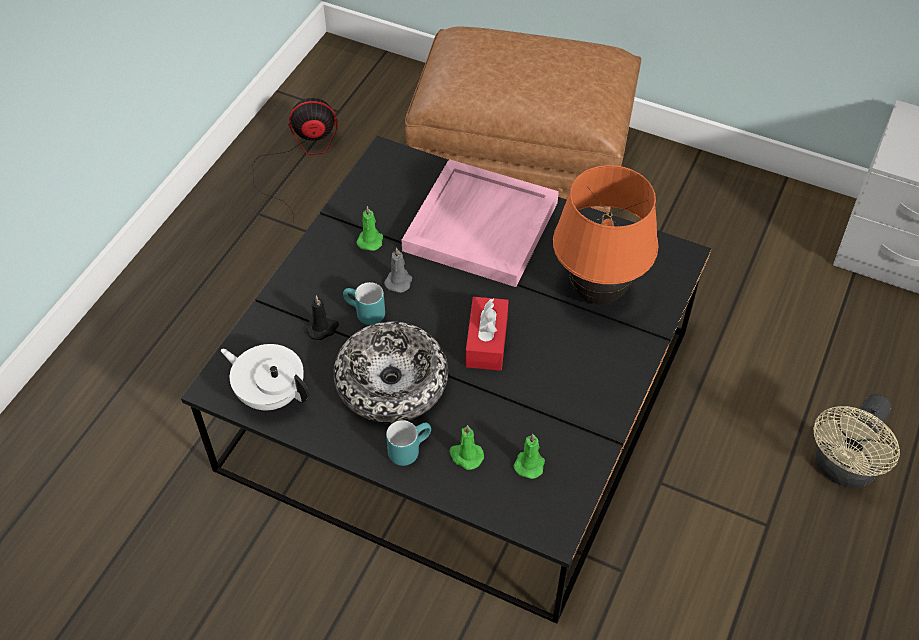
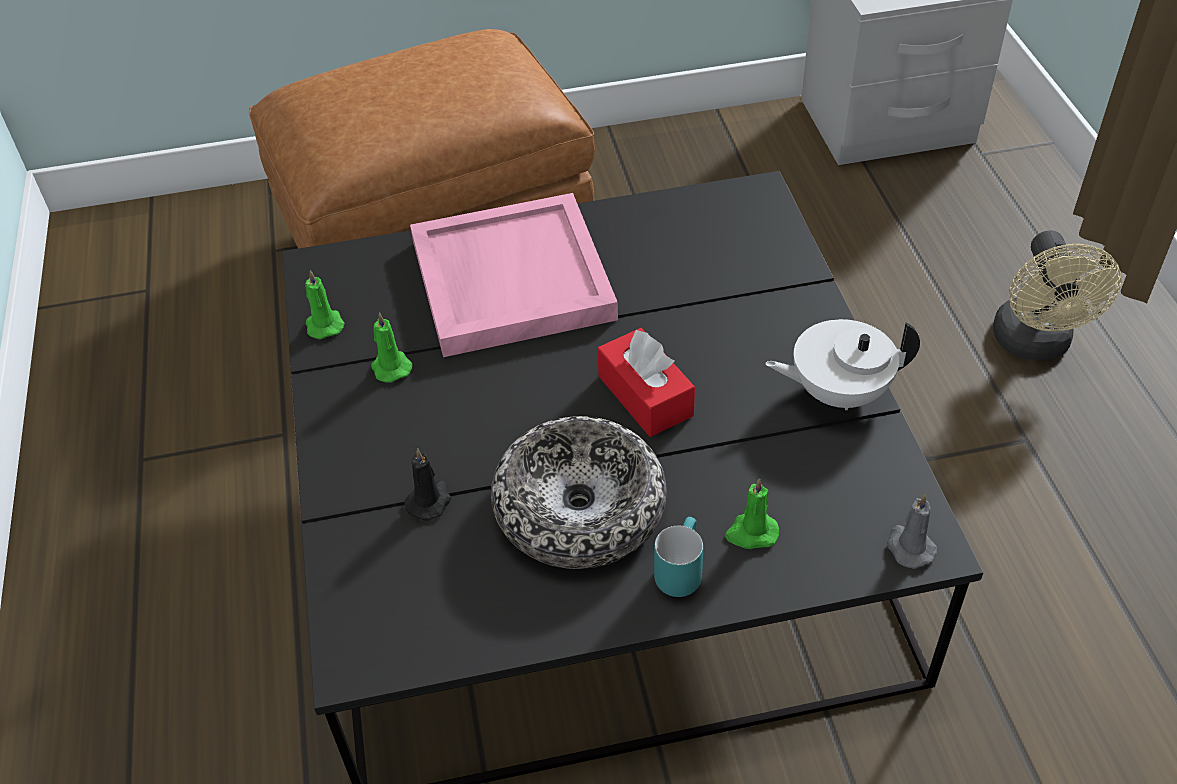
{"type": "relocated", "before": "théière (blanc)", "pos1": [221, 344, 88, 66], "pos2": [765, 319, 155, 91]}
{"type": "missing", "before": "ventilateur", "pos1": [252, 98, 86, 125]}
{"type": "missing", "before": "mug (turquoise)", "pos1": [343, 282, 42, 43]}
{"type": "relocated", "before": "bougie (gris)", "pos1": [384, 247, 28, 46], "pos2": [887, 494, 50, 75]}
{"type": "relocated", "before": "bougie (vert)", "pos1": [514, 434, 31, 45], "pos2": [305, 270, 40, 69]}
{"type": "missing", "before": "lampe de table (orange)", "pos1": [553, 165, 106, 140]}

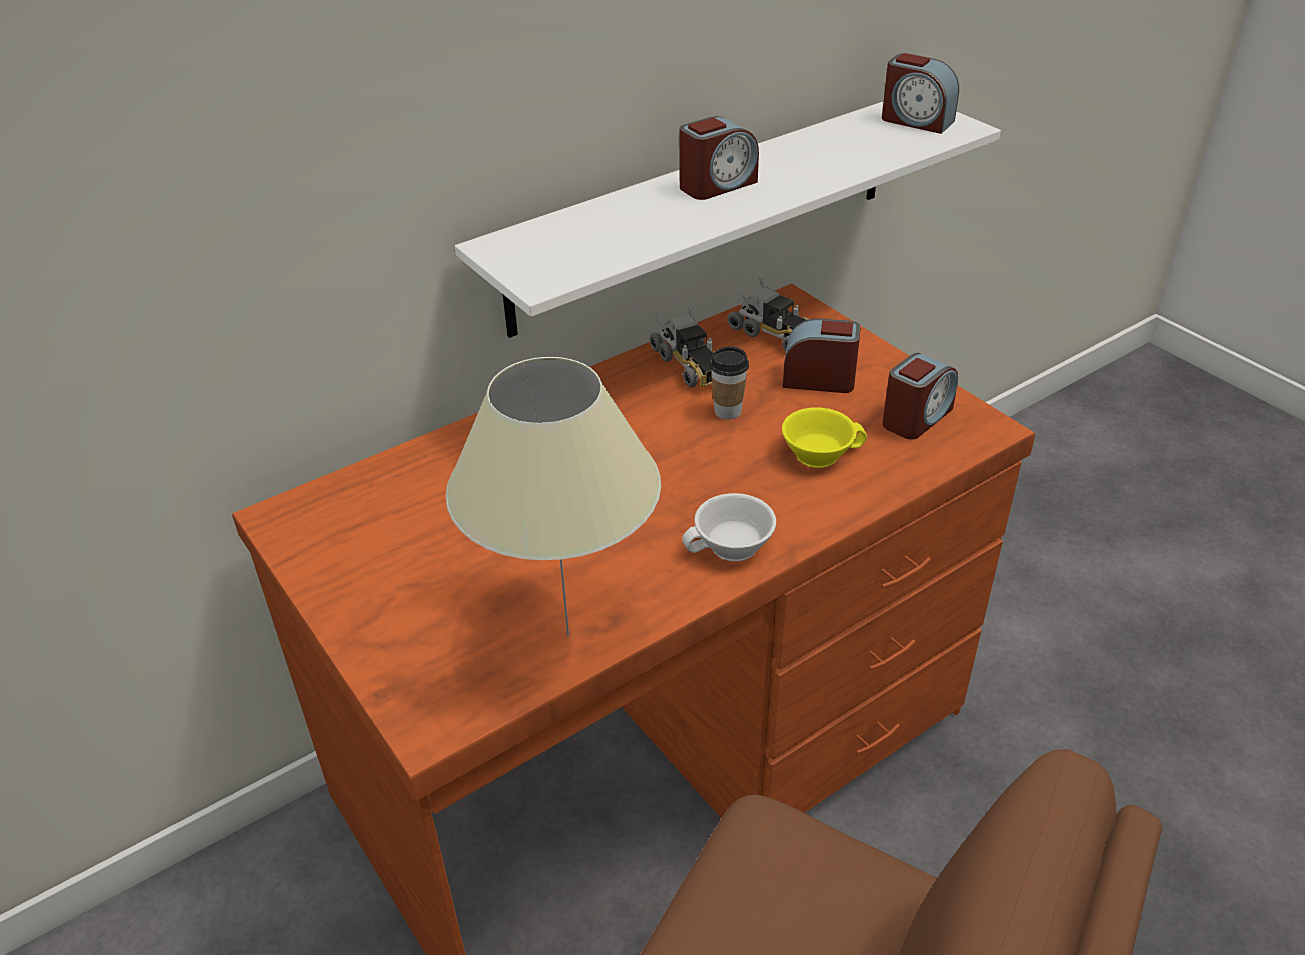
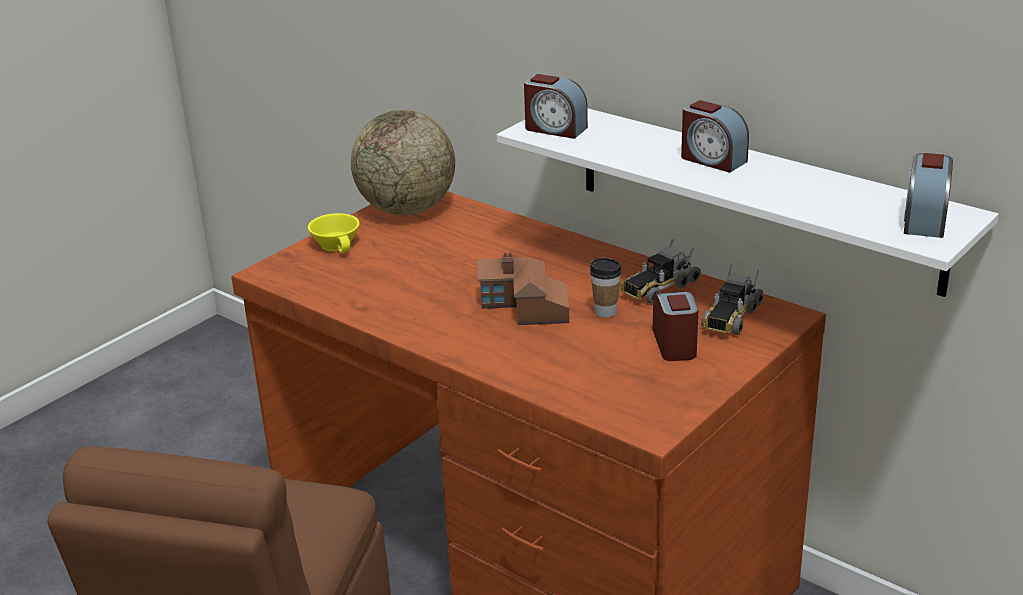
{"type": "missing", "before": "lampe de table (beige)", "pos1": [445, 357, 216, 280]}
{"type": "missing", "before": "tasse (blanc)", "pos1": [682, 493, 94, 69]}
{"type": "relocated", "before": "tasse (jaune)", "pos1": [782, 407, 85, 61], "pos2": [308, 213, 52, 40]}
{"type": "relocated", "before": "réveil", "pos1": [882, 353, 76, 87], "pos2": [524, 74, 64, 65]}
{"type": "appeared", "after": "globe", "pos2": [351, 110, 104, 105]}
{"type": "appeared", "after": "maison miniature", "pos2": [477, 253, 92, 72]}

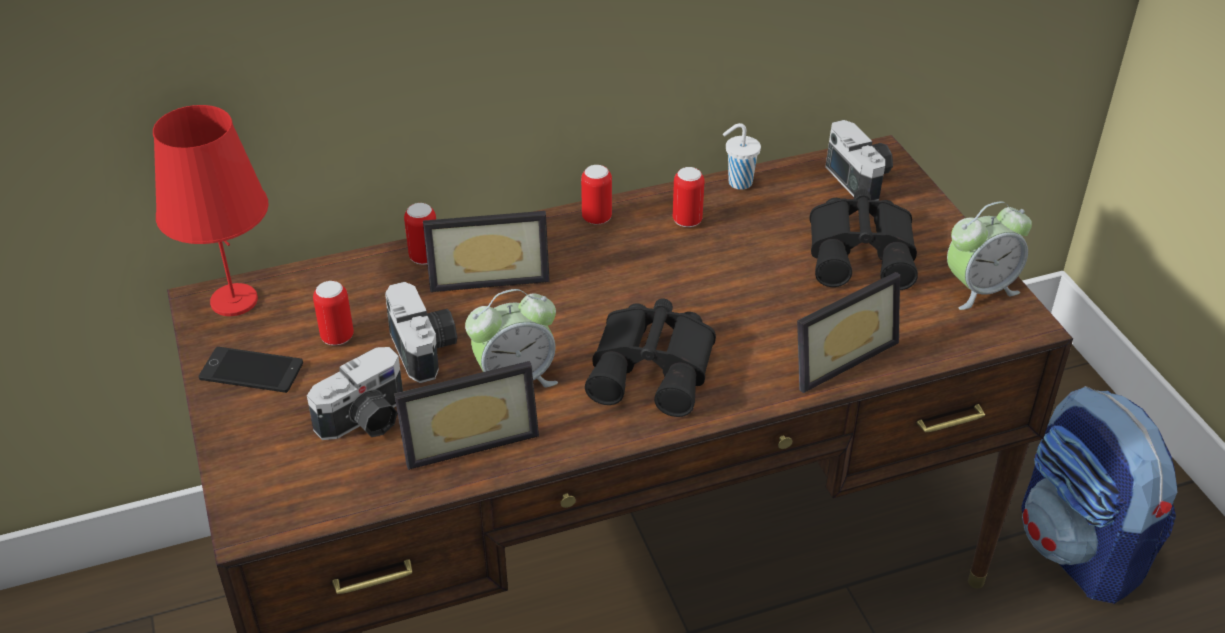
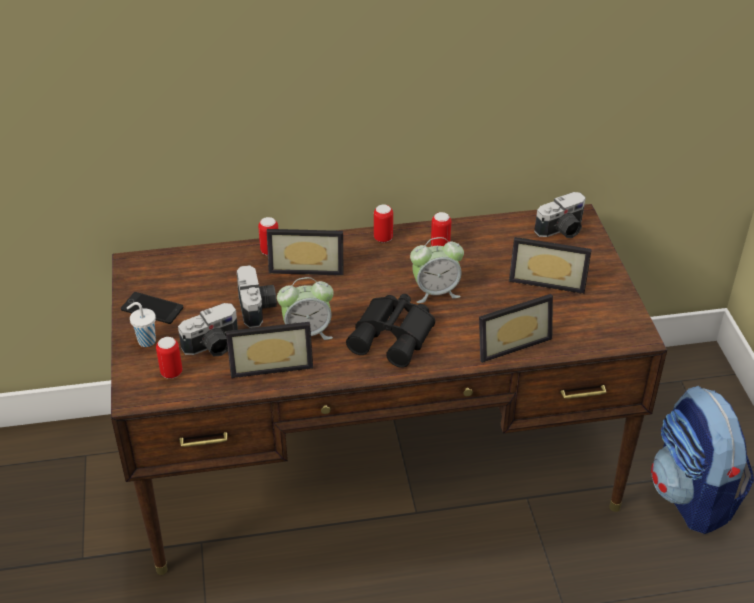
{"type": "missing", "before": "lampe de table (rouge)", "pos1": [153, 105, 116, 211]}
{"type": "relocated", "before": "boîte métallique", "pos1": [313, 281, 41, 64], "pos2": [156, 337, 26, 42]}
{"type": "relocated", "before": "tasse (blanc)", "pos1": [723, 123, 38, 67], "pos2": [127, 302, 29, 45]}
{"type": "exchanged", "before": "jumelles (noir)", "after": "cadre photo", "pos1": [810, 189, 108, 101], "pos2": [509, 237, 83, 57]}
{"type": "spun", "before": "appareil photo", "pos1": [825, 120, 68, 81], "pos2": [534, 192, 52, 46], "turn": 75}
{"type": "relocated", "before": "réveil", "pos1": [947, 201, 85, 109], "pos2": [410, 237, 54, 66]}

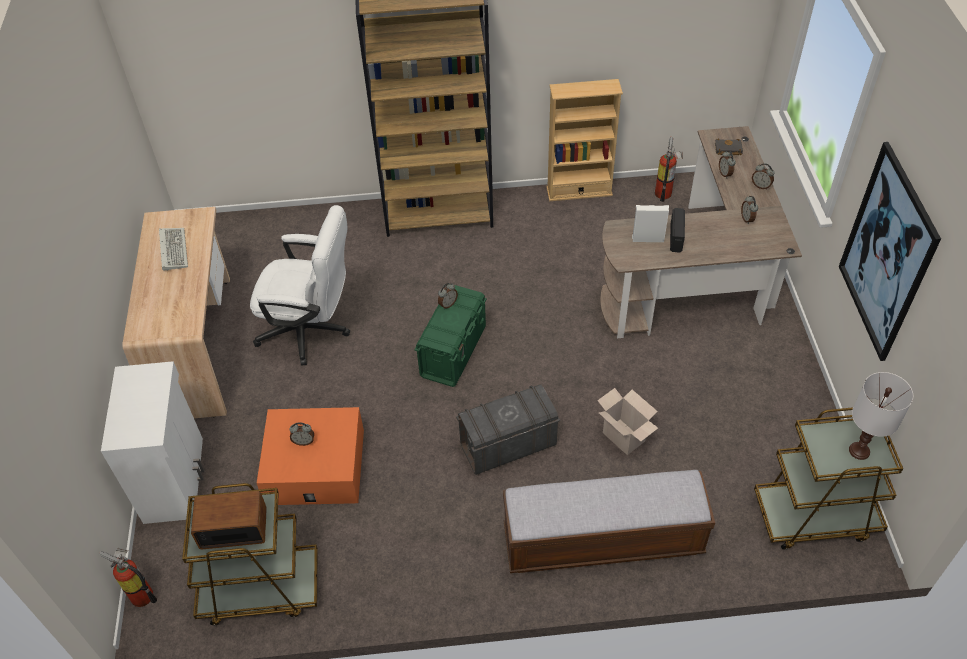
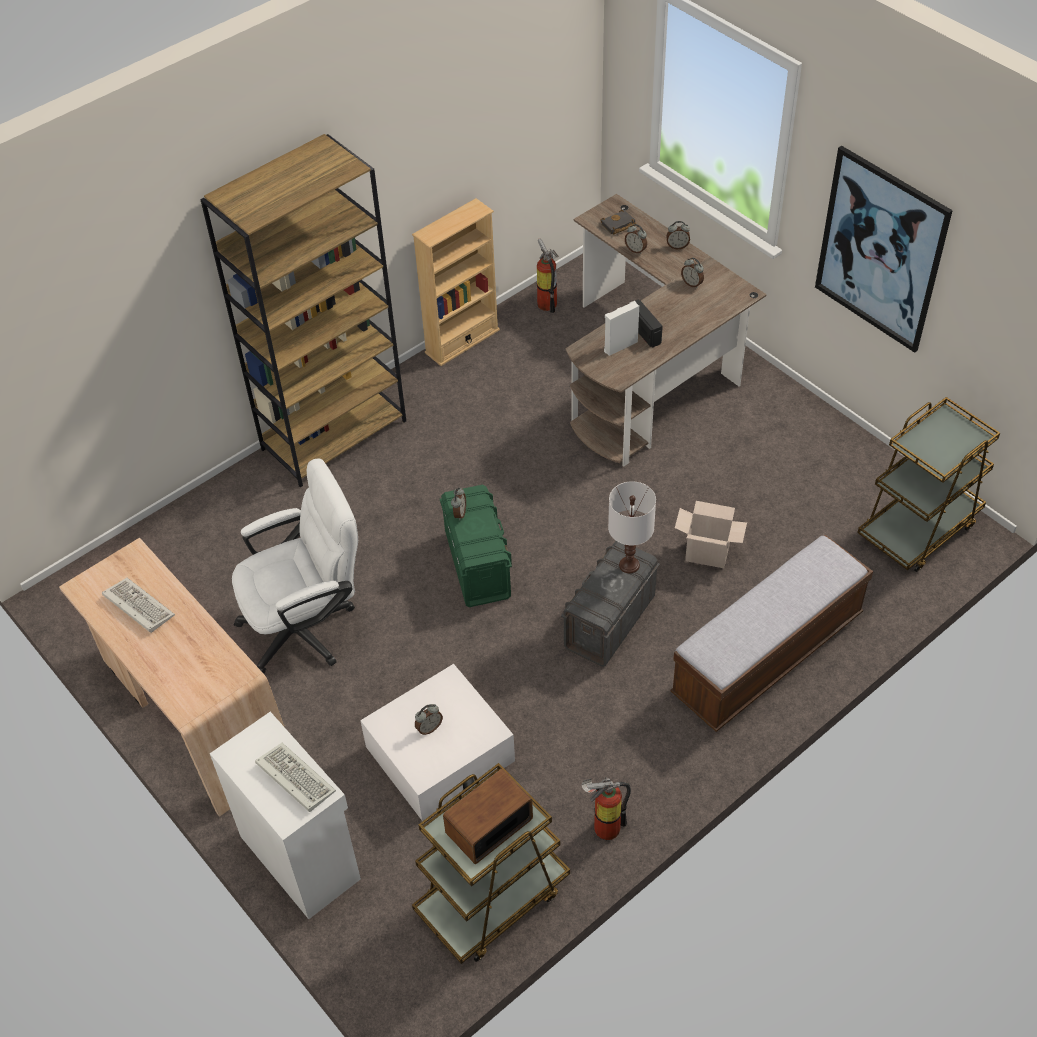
{"type": "relocated", "before": "extincteur", "pos1": [99, 548, 58, 59], "pos2": [582, 777, 49, 63]}
{"type": "colour", "before": "boîte de rangement (orange)", "after": "boîte de rangement (blanc)", "pos1": [257, 407, 107, 98], "pos2": [360, 664, 155, 157]}
{"type": "relocated", "before": "lampe de table (blanc)", "pos1": [849, 372, 64, 88], "pos2": [608, 481, 48, 92]}
{"type": "appeared", "after": "clavier", "pos2": [255, 743, 81, 69]}

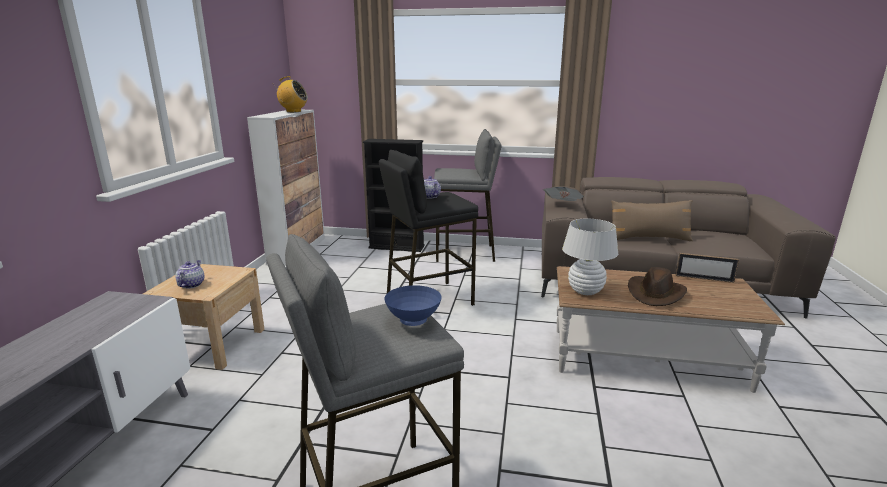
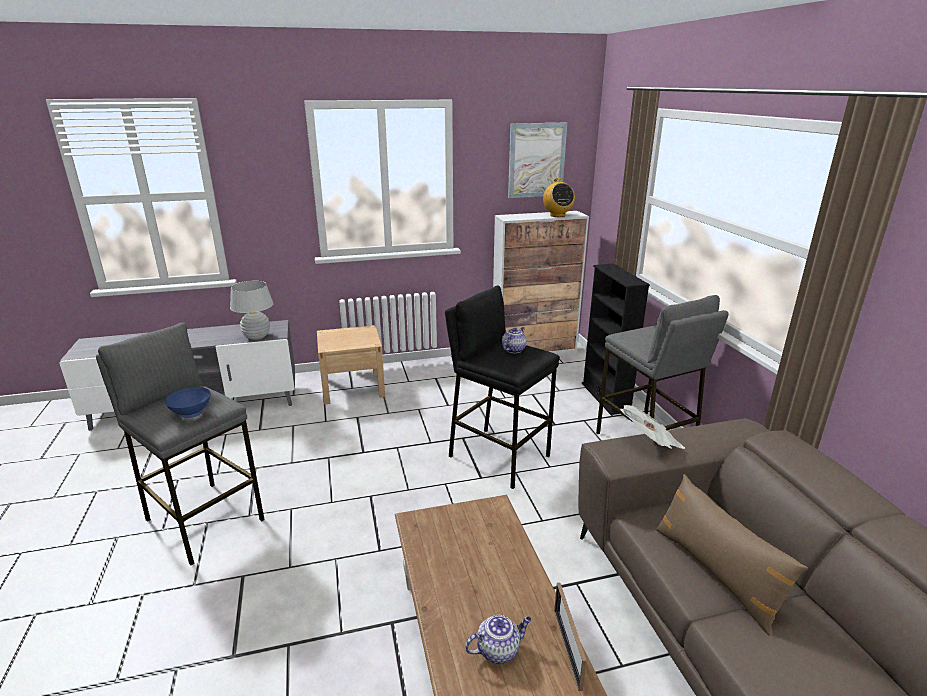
{"type": "relocated", "before": "théière", "pos1": [175, 260, 29, 28], "pos2": [465, 615, 66, 49]}
{"type": "relocated", "before": "lampe de table (blanc)", "pos1": [562, 219, 56, 76], "pos2": [230, 281, 44, 59]}
{"type": "missing", "before": "chapeau (marron)", "pos1": [628, 267, 59, 39]}
{"type": "appeared", "after": "tableau", "pos2": [508, 123, 59, 75]}

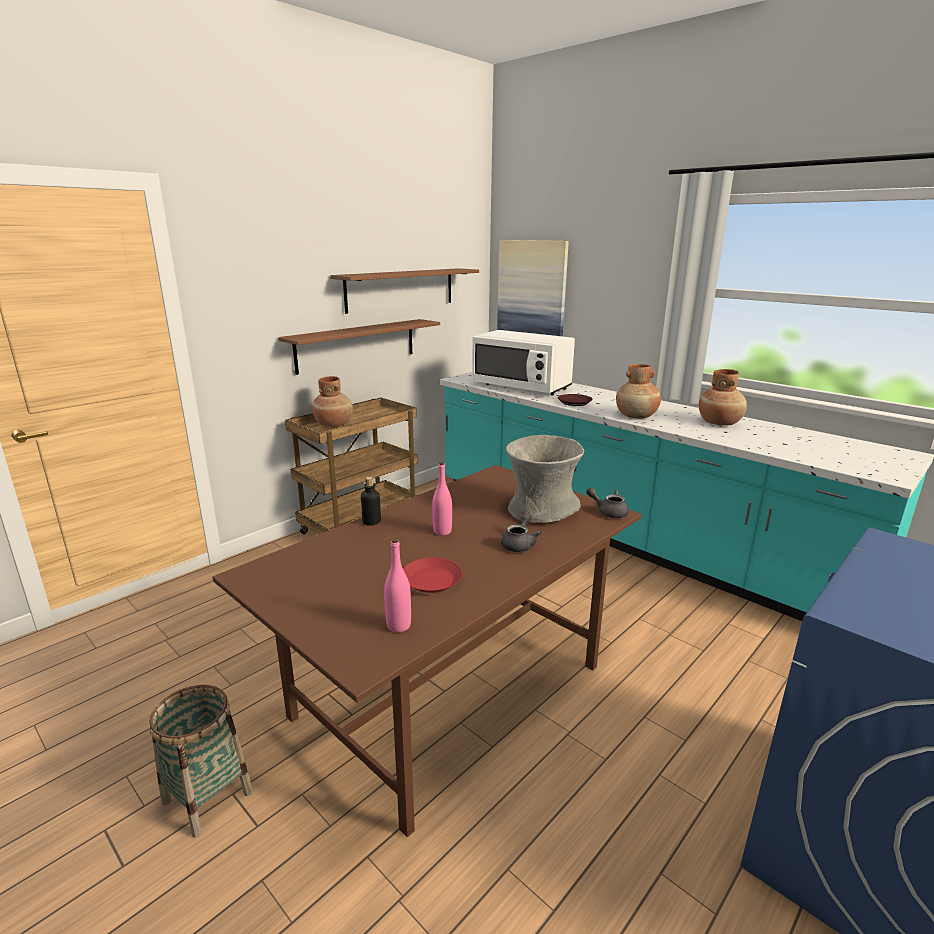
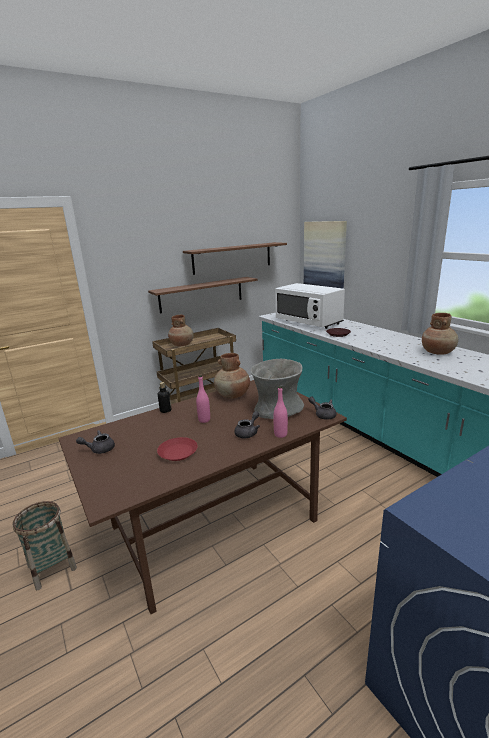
{"type": "relocated", "before": "bouteille (rose)", "pos1": [384, 538, 27, 94], "pos2": [273, 386, 15, 52]}
{"type": "relocated", "before": "vase (marron)", "pos1": [616, 364, 45, 55], "pos2": [214, 353, 36, 46]}
{"type": "appeared", "after": "théière (gris)", "pos2": [76, 430, 39, 24]}

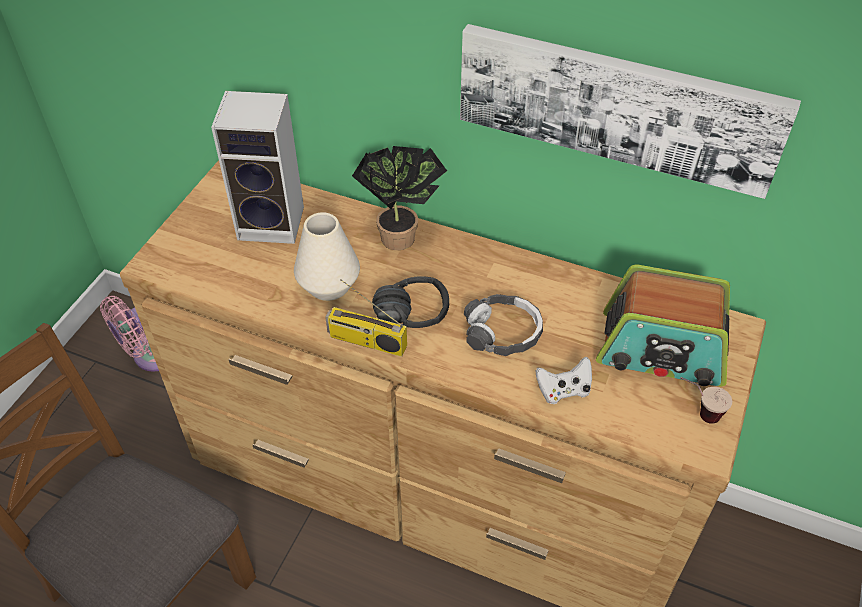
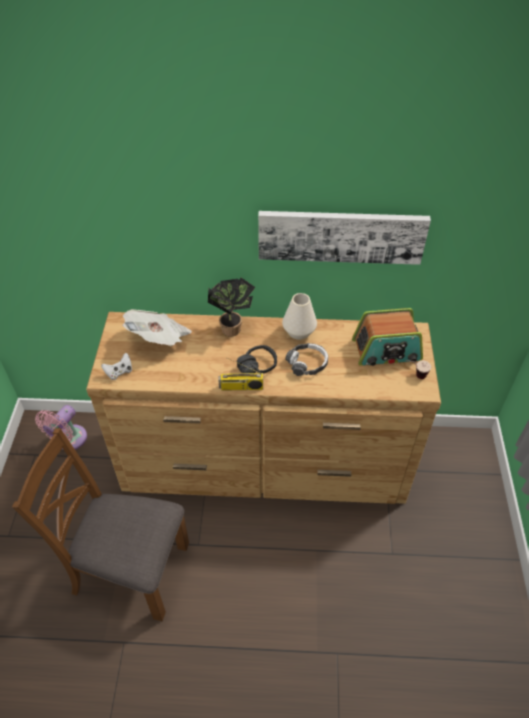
{"type": "exchanged", "before": "enceinte", "after": "journal", "pos1": [211, 91, 93, 153], "pos2": [122, 309, 70, 37]}
{"type": "relocated", "before": "vase (blanc)", "pos1": [294, 212, 66, 89], "pos2": [282, 293, 35, 47]}
{"type": "relocated", "before": "manette (blanc)", "pos1": [535, 357, 57, 47], "pos2": [101, 353, 31, 27]}

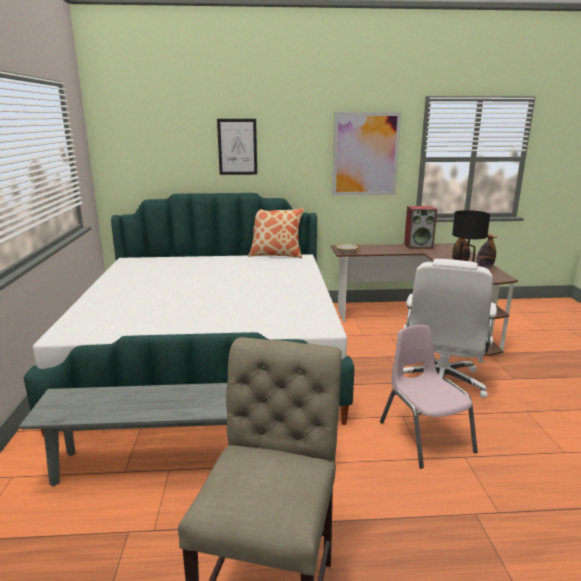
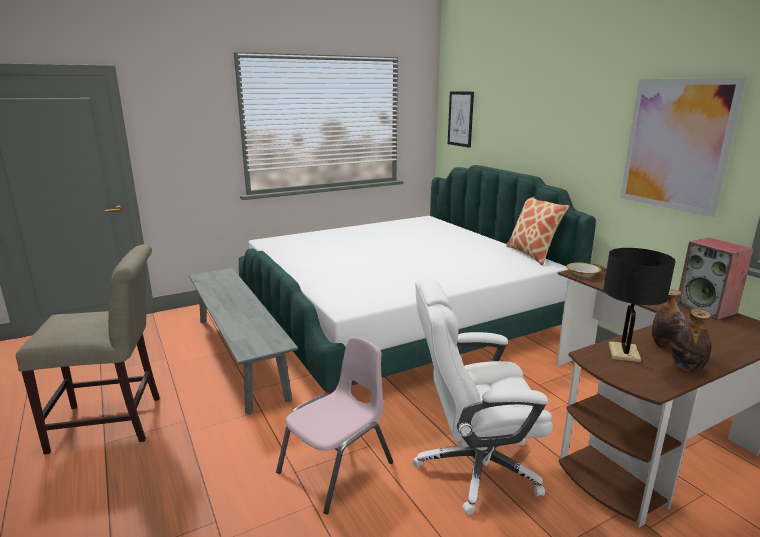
{"type": "relocated", "before": "tableau", "pos1": [217, 119, 40, 56], "pos2": [448, 91, 26, 57]}

